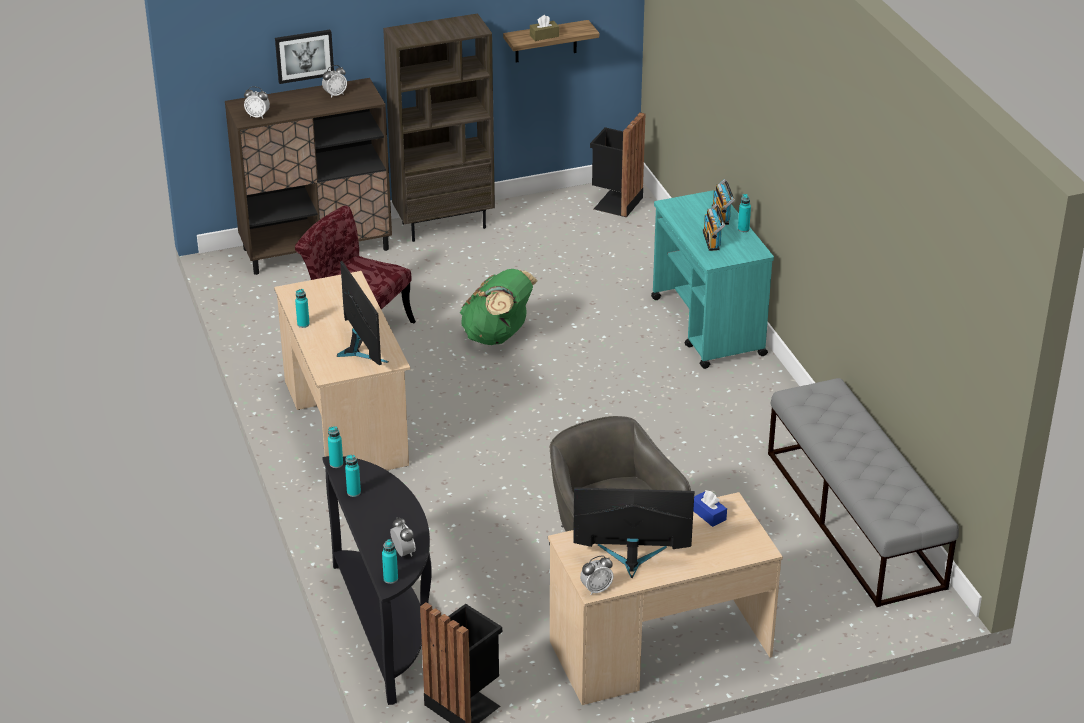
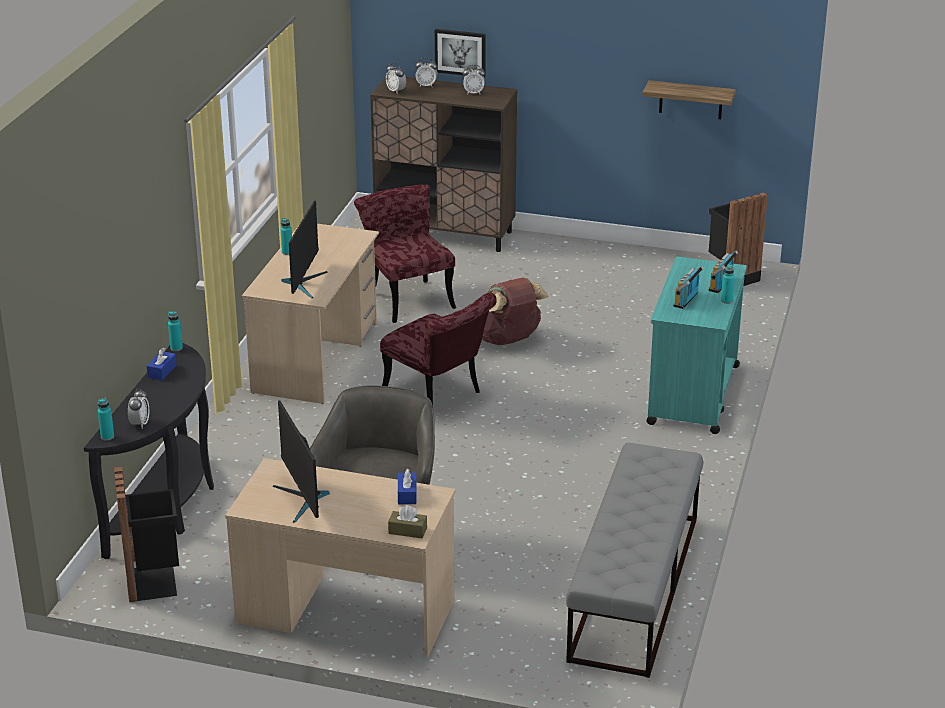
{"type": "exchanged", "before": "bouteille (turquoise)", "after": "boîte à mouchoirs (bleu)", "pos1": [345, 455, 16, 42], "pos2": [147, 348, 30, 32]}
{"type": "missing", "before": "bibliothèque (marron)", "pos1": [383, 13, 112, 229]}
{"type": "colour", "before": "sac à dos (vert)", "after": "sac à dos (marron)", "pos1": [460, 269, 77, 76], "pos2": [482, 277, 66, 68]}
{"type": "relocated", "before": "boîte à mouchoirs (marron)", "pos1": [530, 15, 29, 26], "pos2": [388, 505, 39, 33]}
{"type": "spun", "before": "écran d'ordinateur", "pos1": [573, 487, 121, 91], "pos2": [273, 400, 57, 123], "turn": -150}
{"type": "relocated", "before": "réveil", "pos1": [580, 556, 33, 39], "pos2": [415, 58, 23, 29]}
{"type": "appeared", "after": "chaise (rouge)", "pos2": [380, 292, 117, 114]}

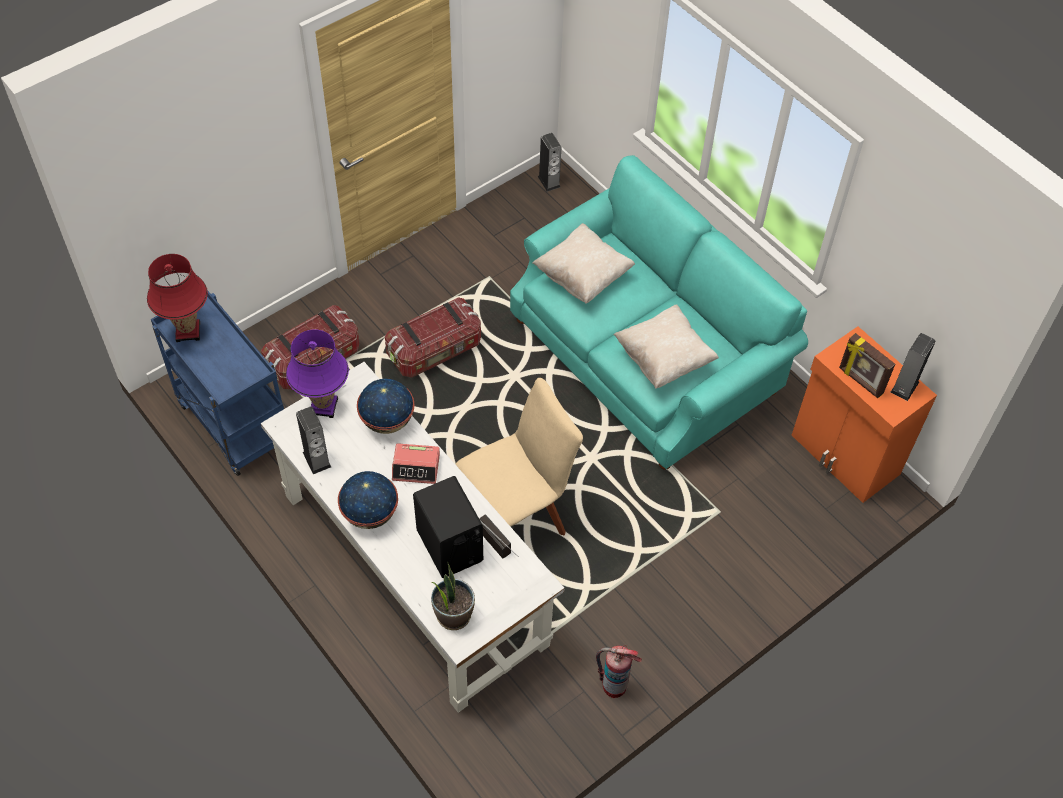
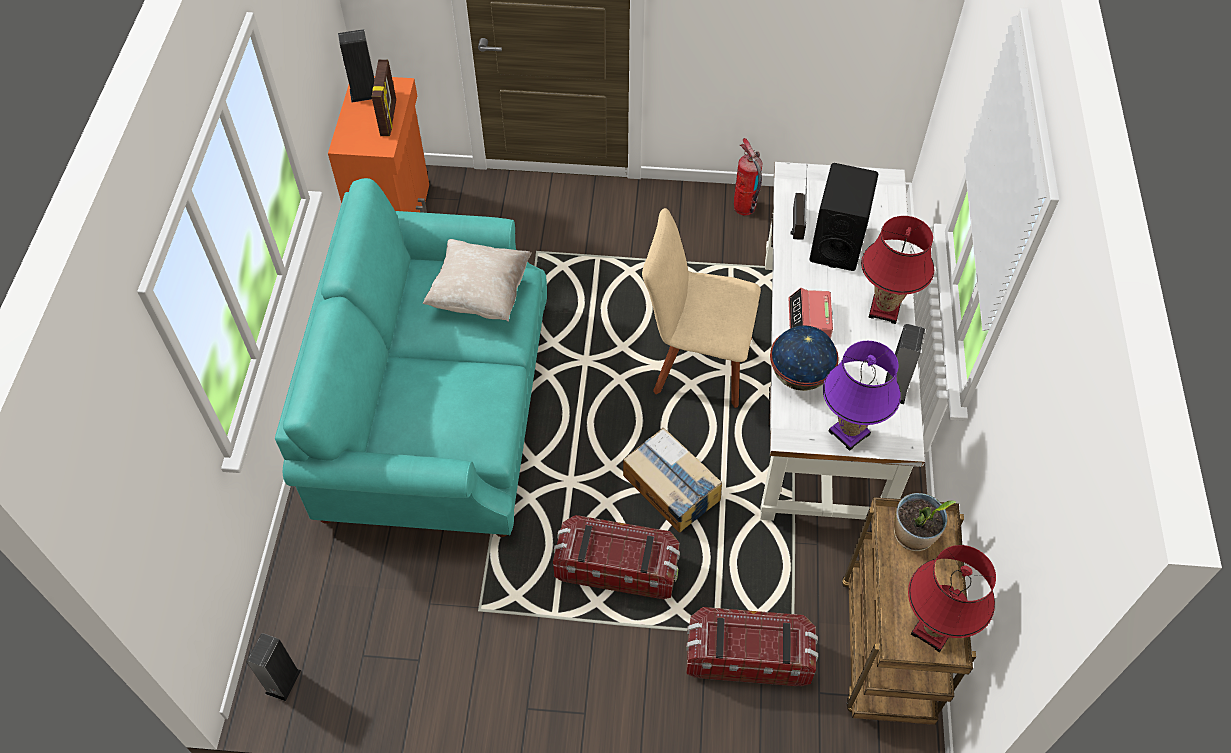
{"type": "colour", "before": "chariot (bleu)", "after": "chariot (marron)", "pos1": [151, 290, 133, 186], "pos2": [842, 497, 134, 228]}
{"type": "exchanged", "before": "globe", "after": "lampe de table (rouge)", "pos1": [338, 471, 60, 58], "pos2": [861, 216, 73, 108]}
{"type": "spun", "before": "réveil", "pos1": [392, 443, 48, 41], "pos2": [789, 288, 44, 50], "turn": -135}
{"type": "relocated", "before": "plante en pot", "pos1": [431, 561, 44, 69], "pos2": [894, 493, 62, 58]}
{"type": "missing", "before": "coussin (beige)", "pos1": [532, 223, 103, 81]}
{"type": "appeared", "after": "carton", "pos2": [623, 428, 99, 105]}

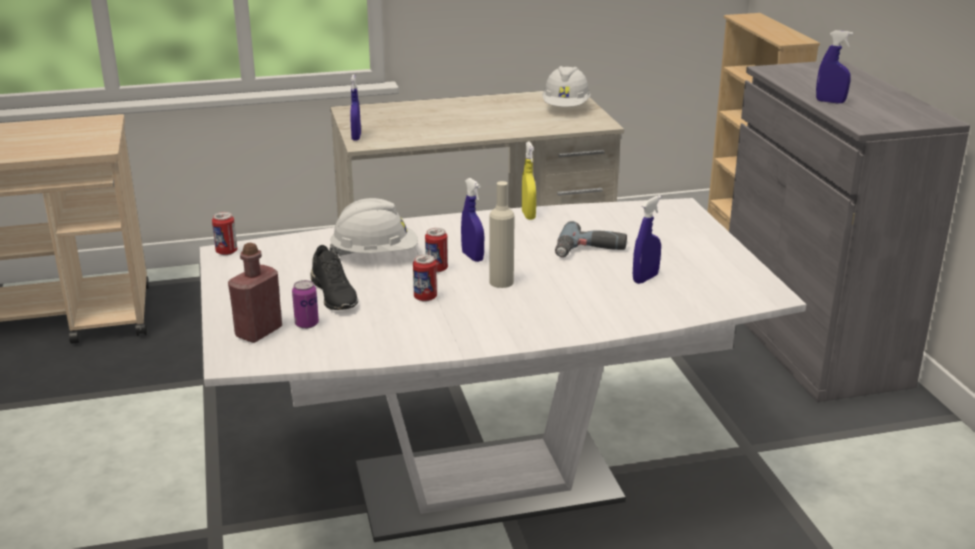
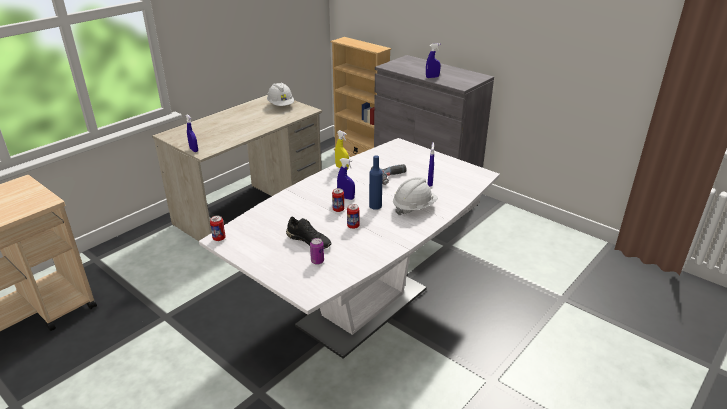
{"type": "missing", "before": "bouteille (rouge)", "pos1": [228, 243, 54, 100]}
{"type": "relocated", "before": "casque de chantier (blanc)", "pos1": [329, 198, 89, 58], "pos2": [393, 177, 45, 38]}
{"type": "colour", "before": "bouteille (beige)", "after": "bouteille (bleu)", "pos1": [489, 181, 26, 107], "pos2": [369, 155, 14, 55]}

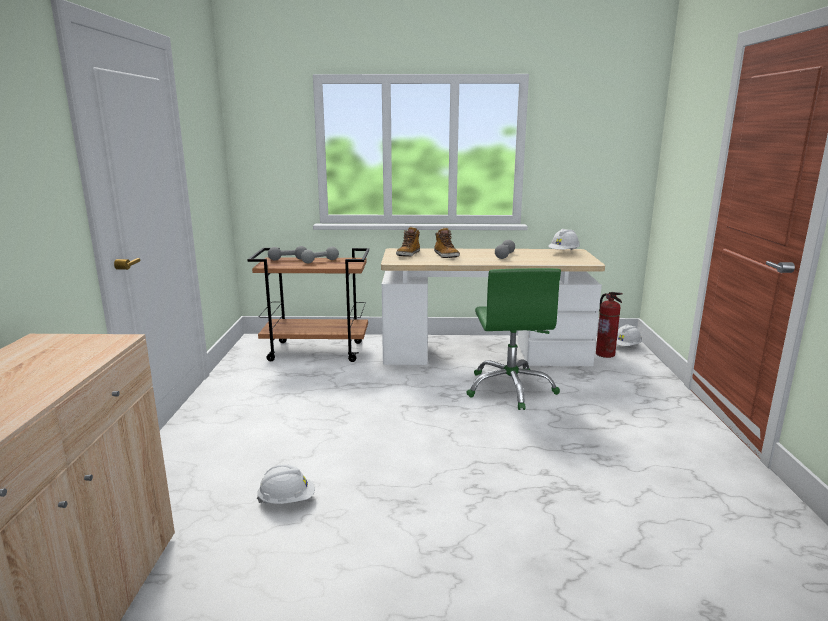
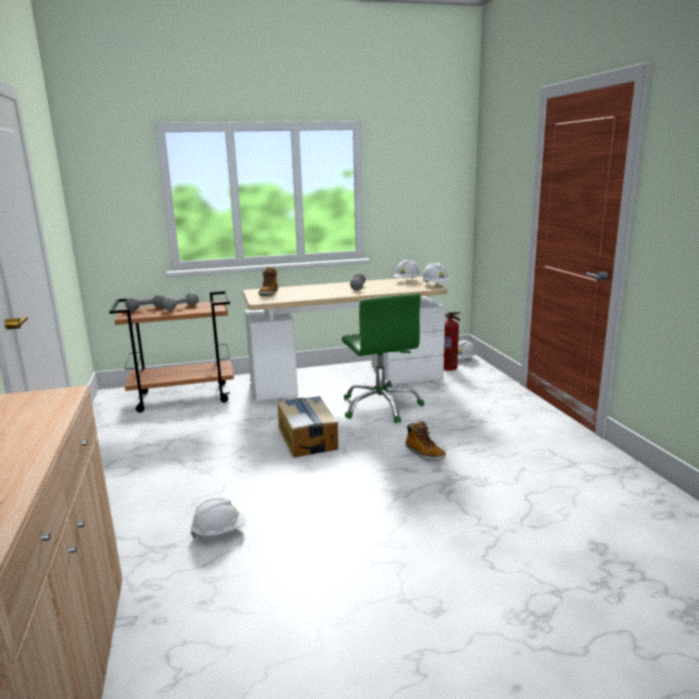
{"type": "relocated", "before": "botte", "pos1": [434, 228, 26, 30], "pos2": [406, 421, 40, 40]}
{"type": "appeared", "after": "carton", "pos2": [278, 396, 60, 61]}
{"type": "appeared", "after": "casque de chantier (blanc)", "pos2": [421, 263, 29, 20]}

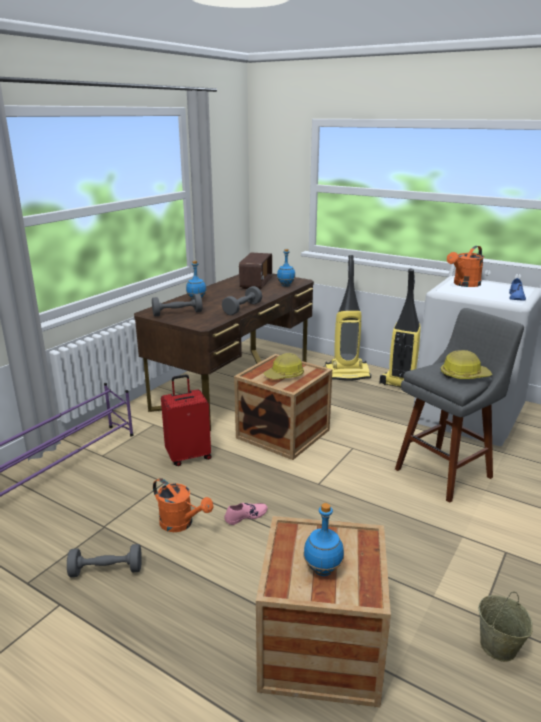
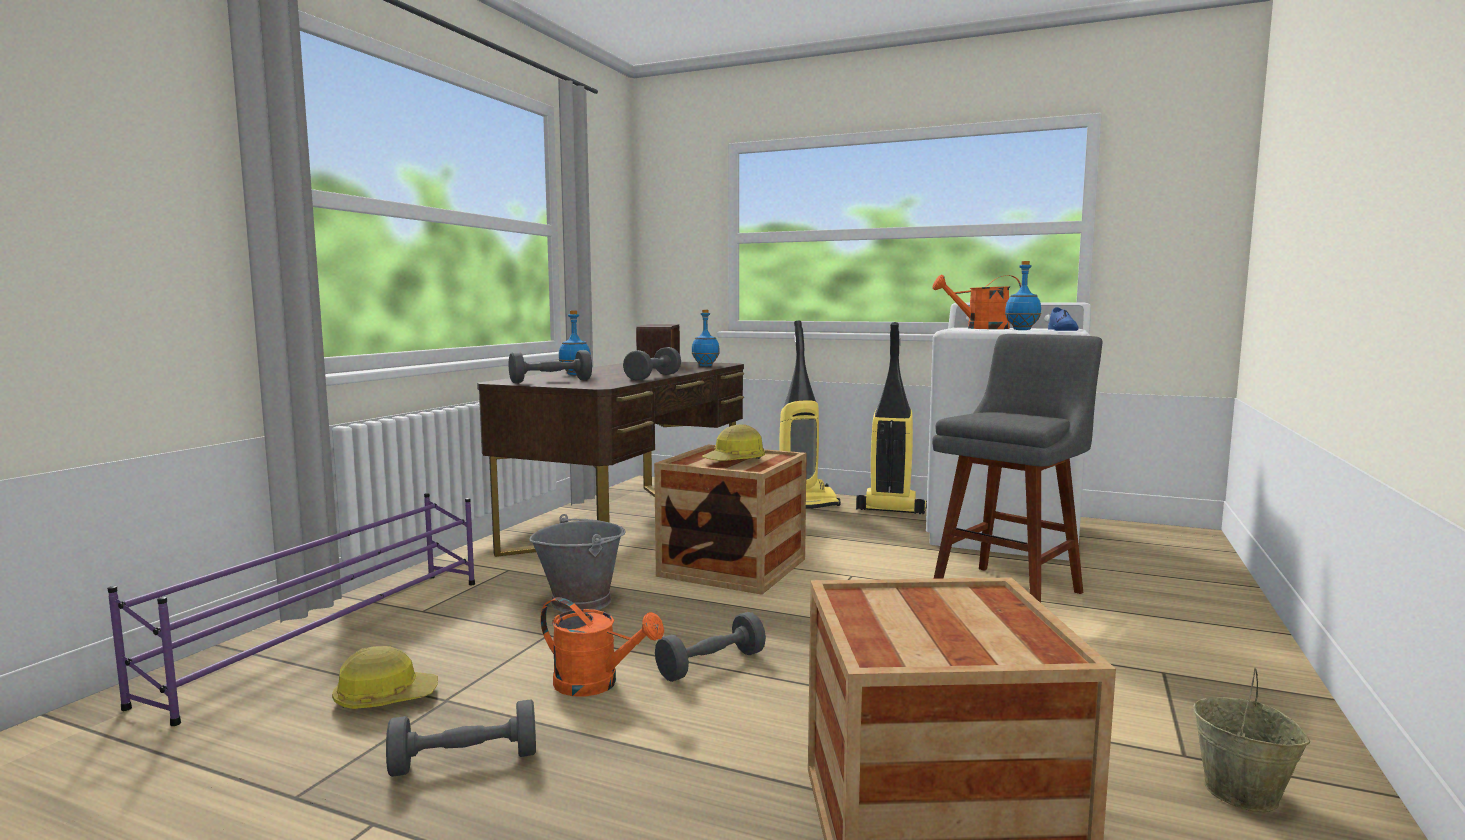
{"type": "exchanged", "before": "valise (rouge)", "after": "seau (gris)", "pos1": [161, 374, 51, 92], "pos2": [529, 514, 96, 98]}
{"type": "exchanged", "before": "chaussure (rose)", "after": "haltère (gris)", "pos1": [225, 503, 43, 22], "pos2": [655, 612, 111, 70]}
{"type": "relocated", "before": "bouteille (bleu)", "pos1": [304, 503, 40, 73], "pos2": [1005, 261, 36, 69]}
{"type": "relocated", "before": "casque de chantier", "pos1": [441, 350, 51, 29], "pos2": [332, 646, 106, 63]}
{"type": "spun", "before": "arrosoir (orange)", "pos1": [447, 246, 37, 41], "pos2": [933, 274, 88, 55], "turn": 60}

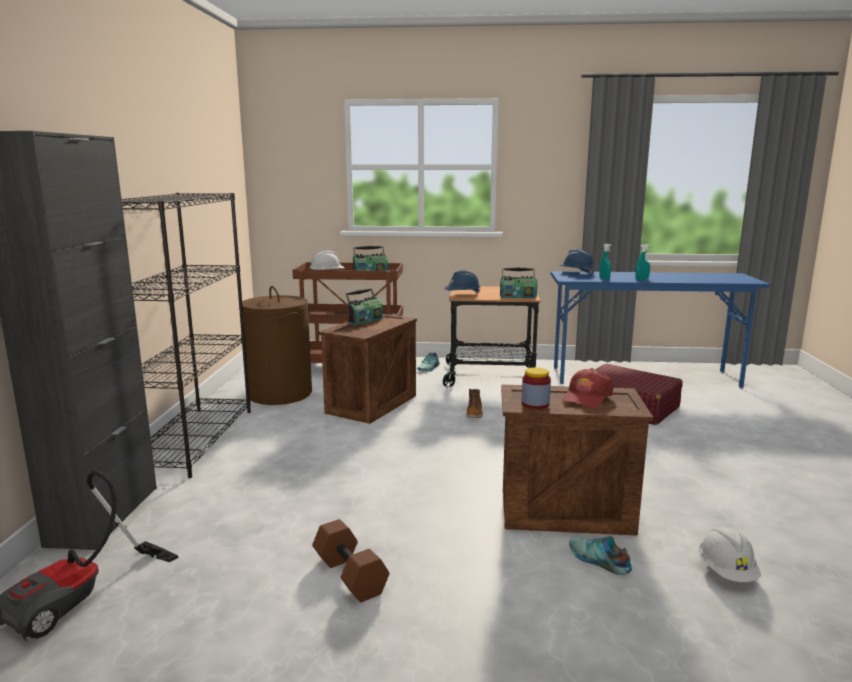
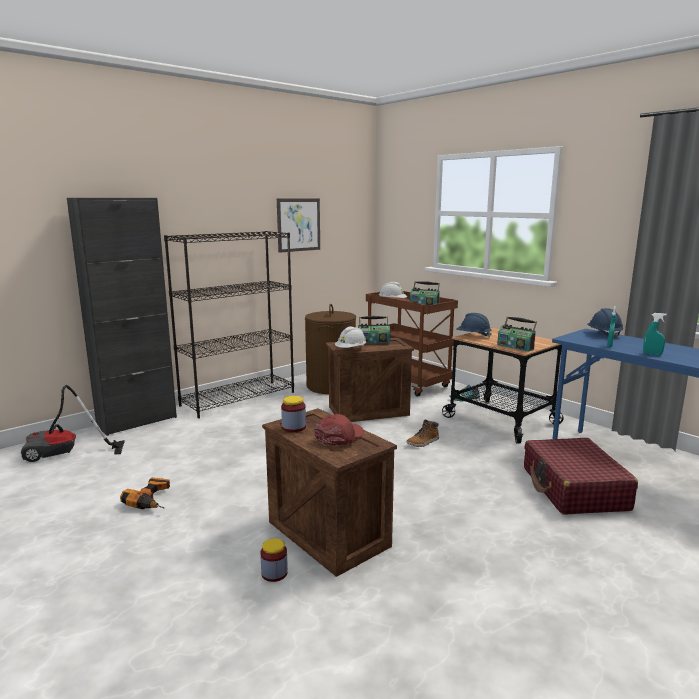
{"type": "exchanged", "before": "haltère (marron)", "after": "perceuse", "pos1": [312, 519, 78, 83], "pos2": [120, 478, 50, 31]}
{"type": "spun", "before": "casquette (rouge)", "pos1": [562, 368, 52, 39], "pos2": [314, 414, 50, 32], "turn": 135}
{"type": "exchanged", "before": "chaussure", "after": "bocal", "pos1": [569, 536, 63, 39], "pos2": [260, 538, 28, 44]}
{"type": "relocated", "before": "casque de chantier (blanc)", "pos1": [698, 527, 63, 55], "pos2": [335, 326, 31, 22]}
{"type": "appeared", "after": "tableau", "pos2": [277, 199, 43, 54]}

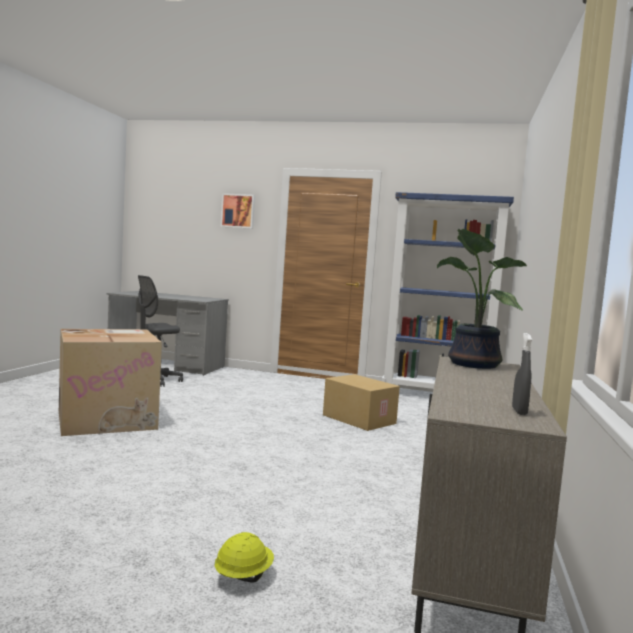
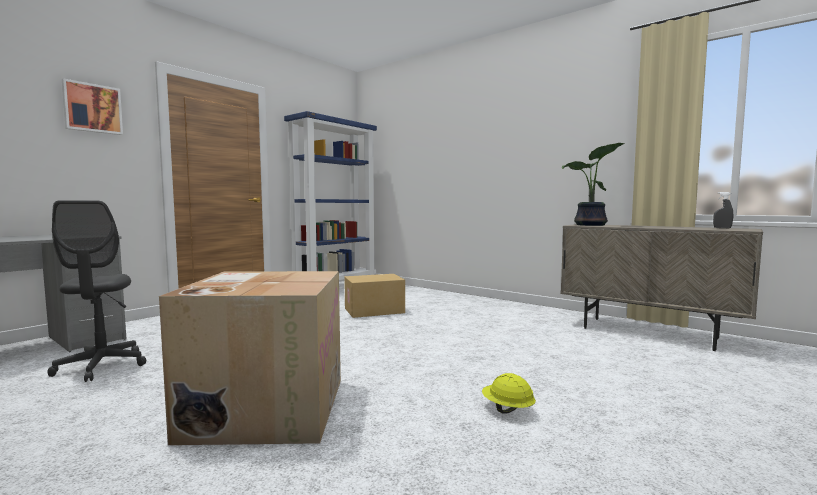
{"type": "relocated", "before": "casque de chantier (jaune)", "pos1": [214, 532, 60, 51], "pos2": [482, 373, 54, 41]}

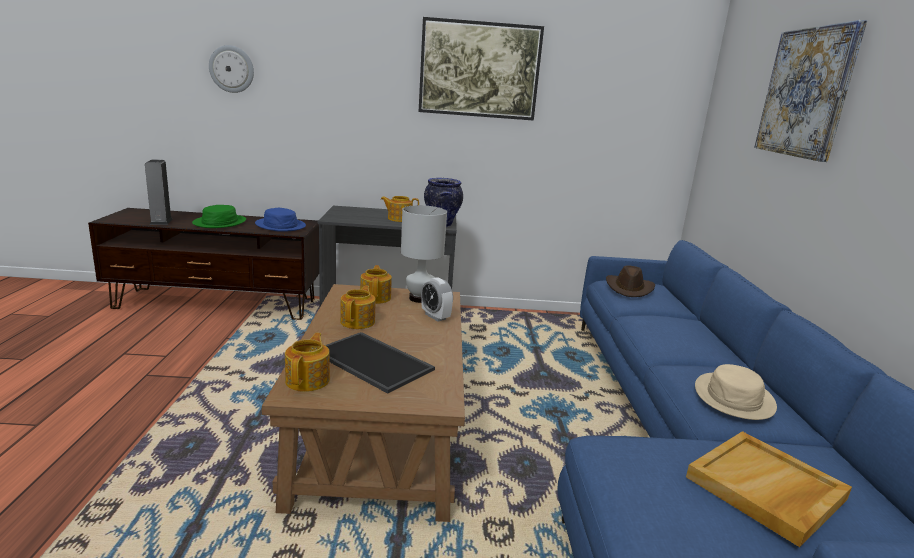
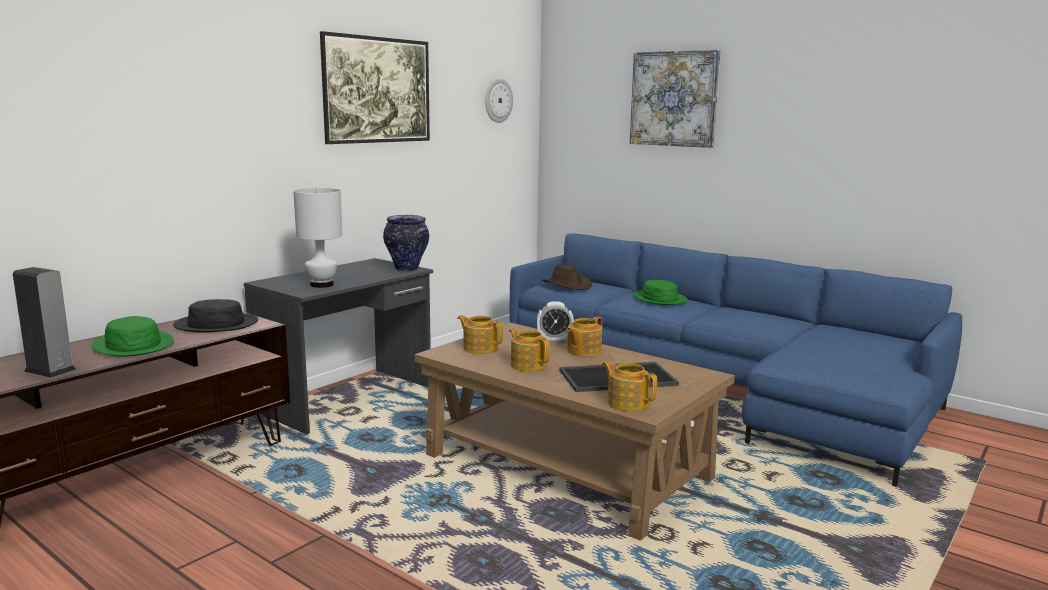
{"type": "relocated", "before": "horloge murale", "pos1": [209, 45, 45, 48], "pos2": [485, 79, 28, 44]}
{"type": "colour", "before": "chapeau (bleu)", "after": "chapeau (noir)", "pos1": [255, 208, 51, 24], "pos2": [173, 299, 85, 34]}
{"type": "relocated", "before": "théière", "pos1": [381, 196, 38, 26], "pos2": [567, 316, 35, 40]}
{"type": "relocated", "before": "lampe de table (blanc)", "pos1": [401, 205, 46, 98], "pos2": [293, 188, 49, 100]}
{"type": "missing", "before": "plateau (beige)", "pos1": [686, 431, 166, 116]}
{"type": "missing", "before": "chapeau (beige)", "pos1": [695, 364, 82, 56]}
{"type": "appeared", "after": "chapeau (vert)", "pos2": [633, 280, 55, 25]}

